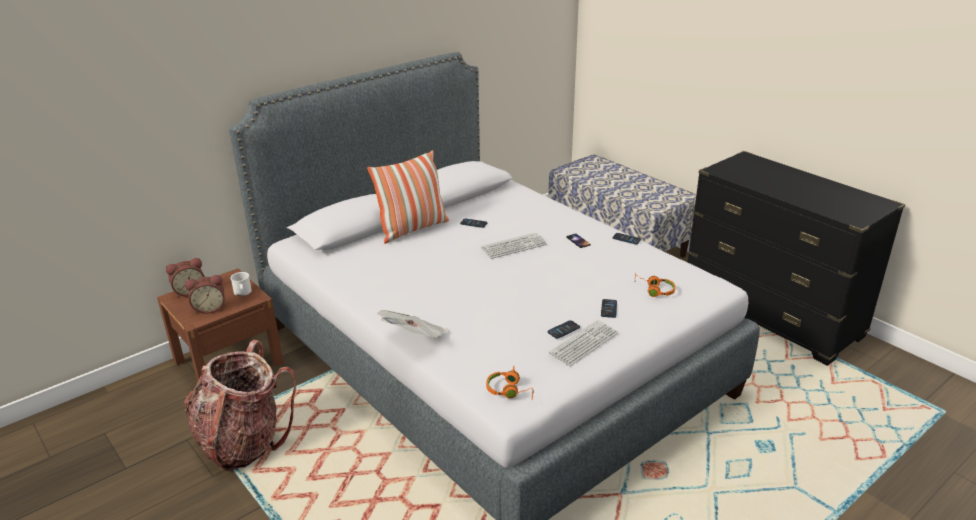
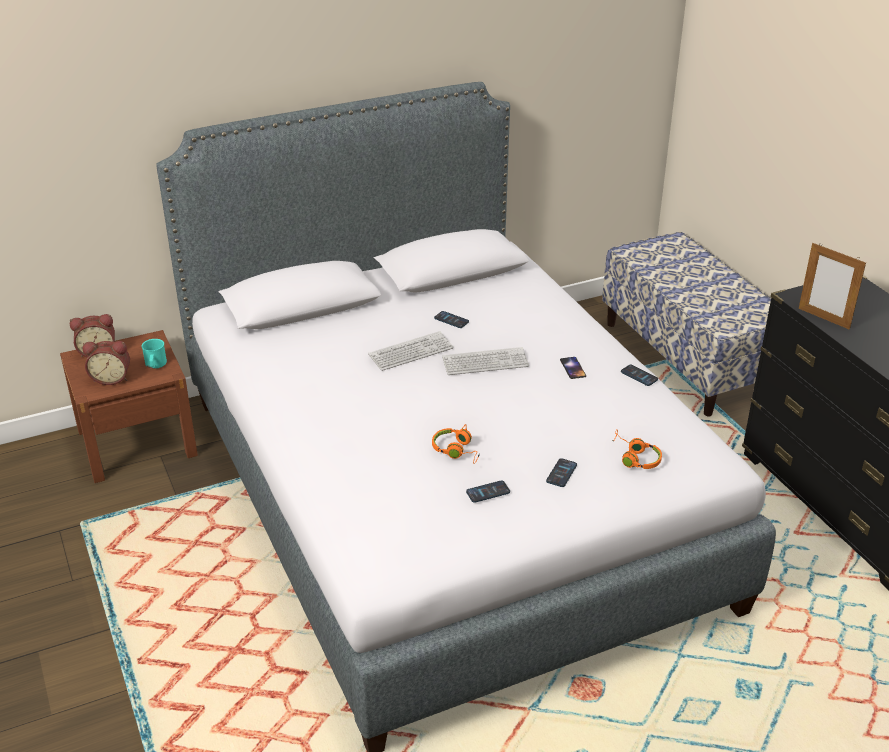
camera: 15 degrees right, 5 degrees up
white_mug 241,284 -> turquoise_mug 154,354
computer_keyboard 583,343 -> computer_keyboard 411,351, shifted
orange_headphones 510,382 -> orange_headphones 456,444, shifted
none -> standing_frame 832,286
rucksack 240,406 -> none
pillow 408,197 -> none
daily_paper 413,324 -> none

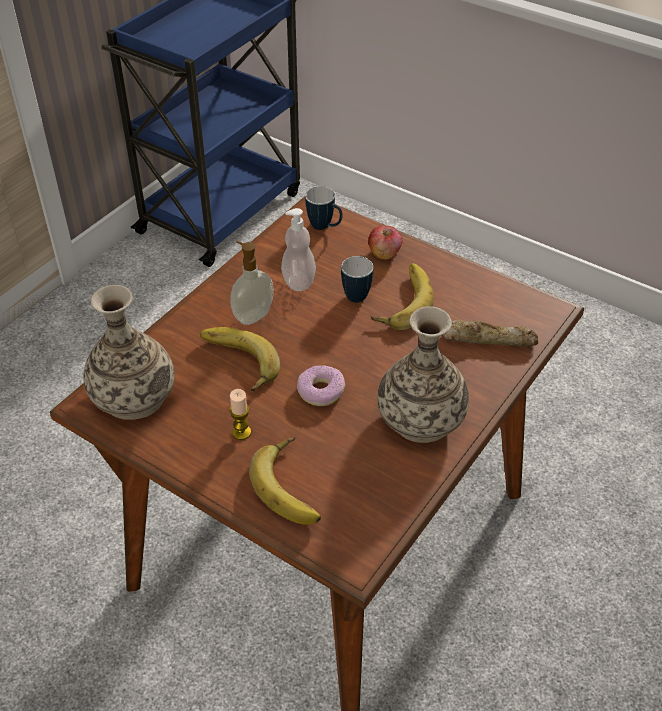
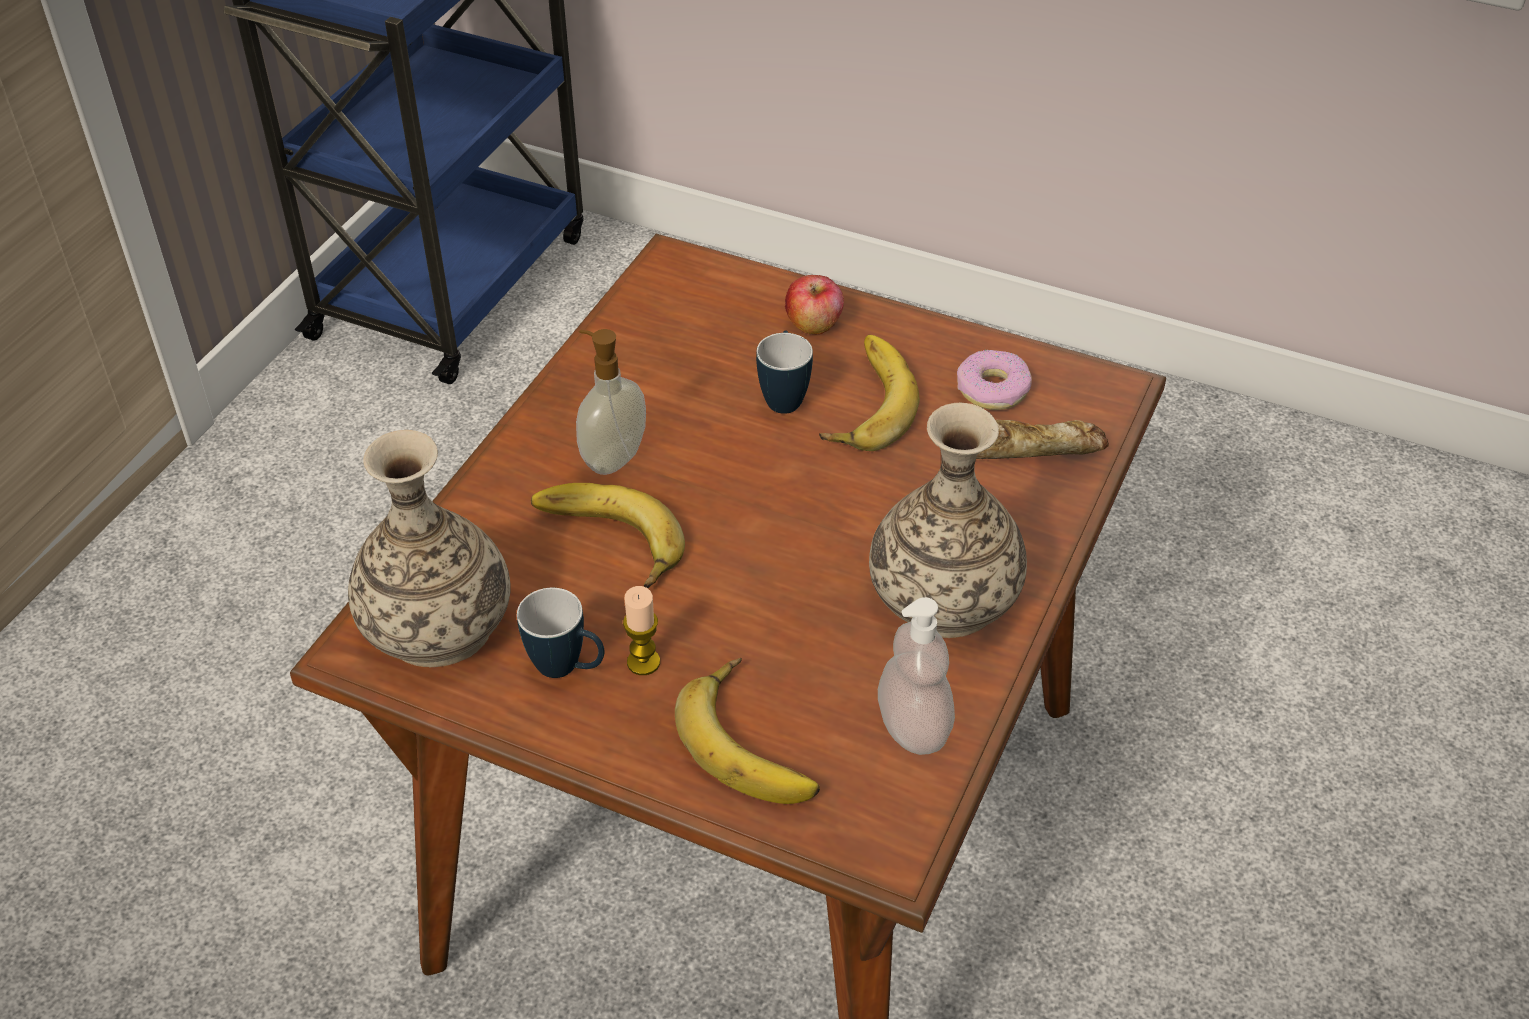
camera: 10 degrees left, 0 degrees up
mug 324,208 -> mug 560,633, shifted
soap_bottle 298,249 -> soap_bottle 916,676, shifted
doughnut 321,385 -> doughnut 994,380, shifted

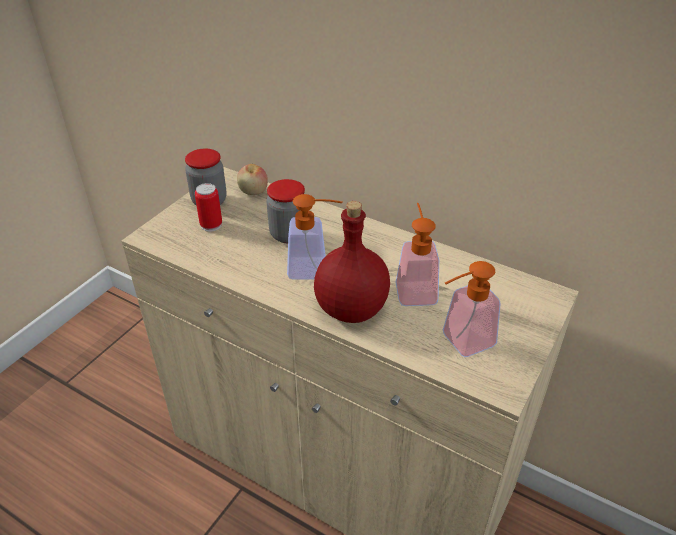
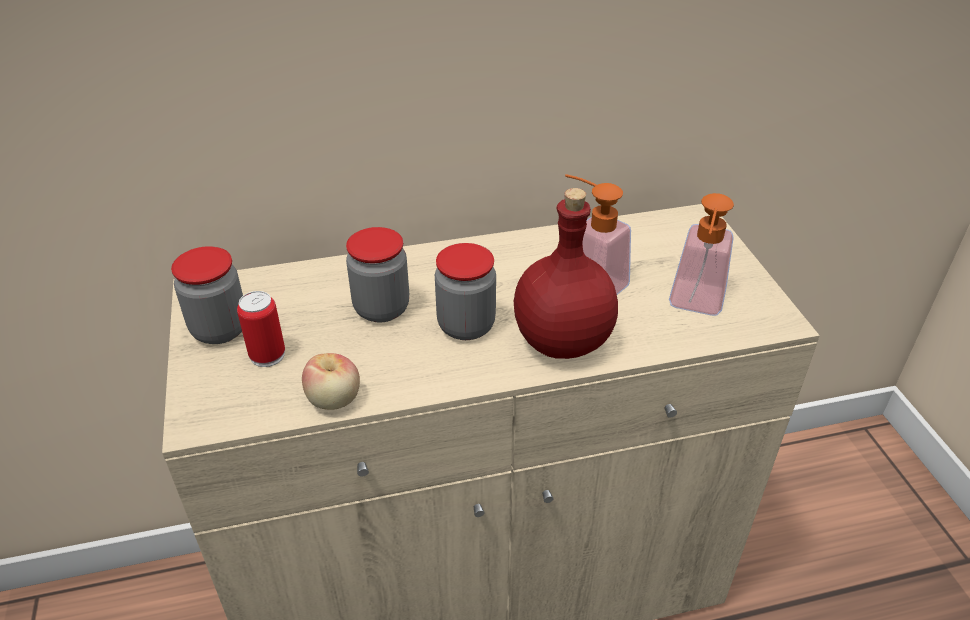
camera: 45 degrees left, 0 degrees up
whole_apple 252,179 -> whole_apple 331,381, shifted
soap_bottle 315,236 -> storage_jar 465,291

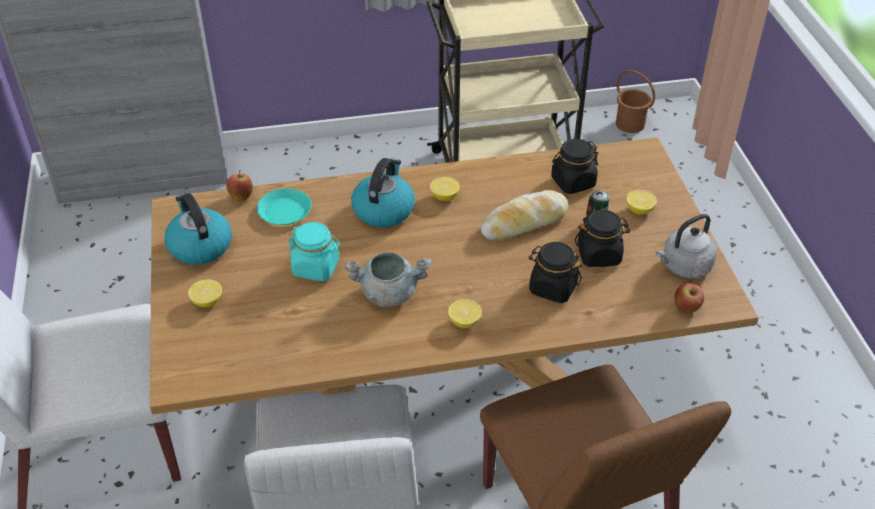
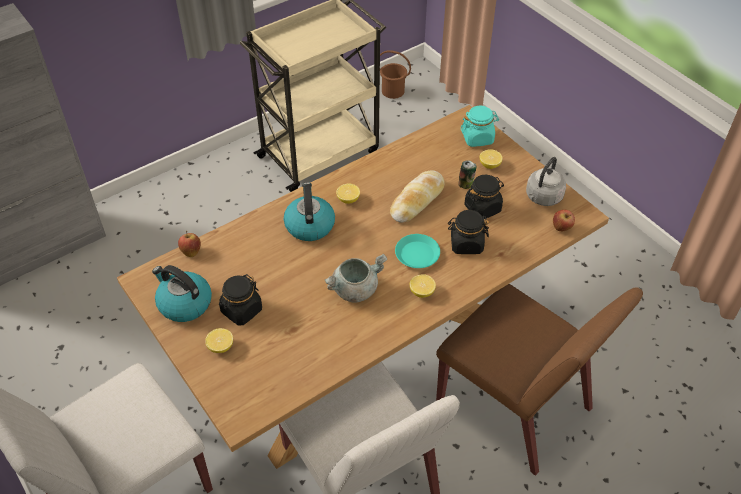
camera: 25 degrees left, 5 degrees up
black_storage_jar 574,166 -> black_storage_jar 240,299, shifted
turquoise_flat_dish 284,206 -> turquoise_flat_dish 417,251, shifted
turquoise_storage_jar 314,251 -> turquoise_storage_jar 480,126, shifted

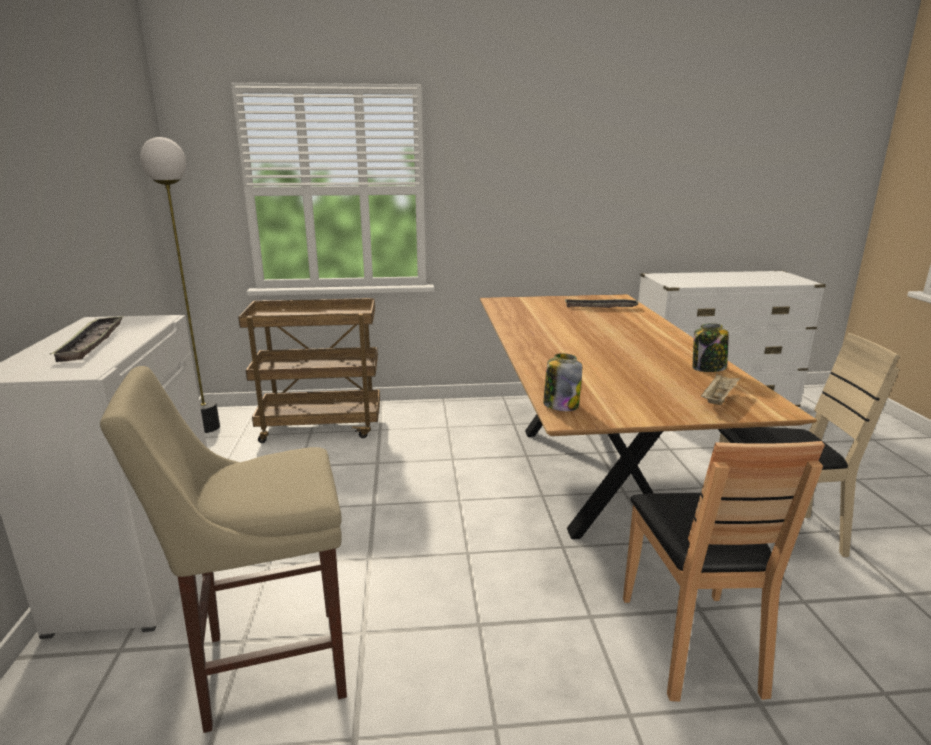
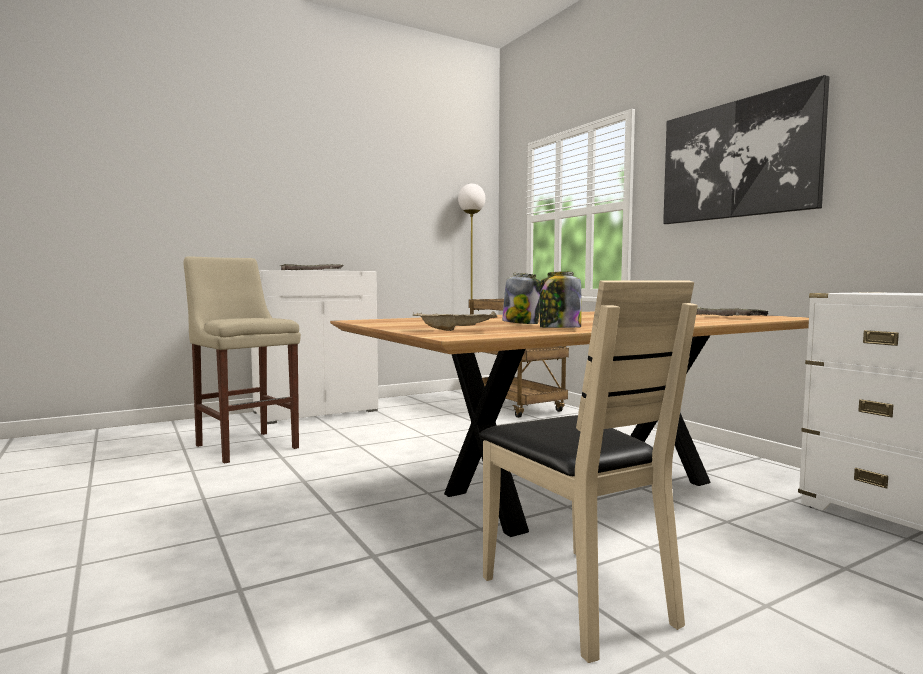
camera: 65 degrees right, 15 degrees down
storage_jar 562,382 -> storage_jar 521,298, shifted
none -> wall_picture 746,149
brown_chair 724,571 -> none

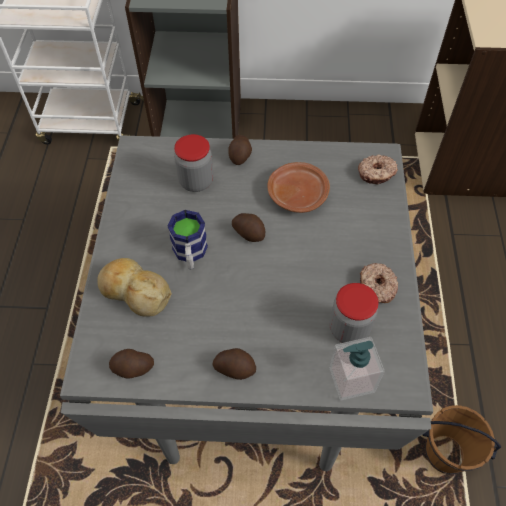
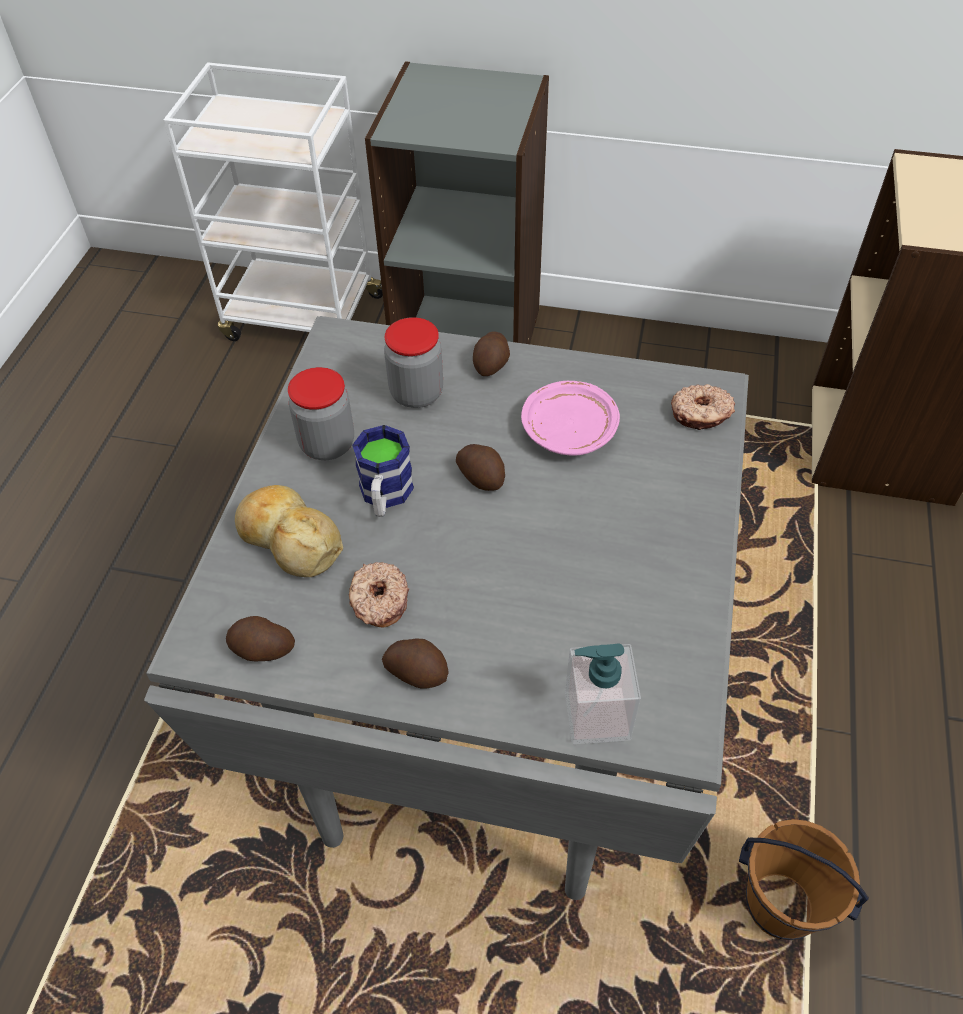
camera: 10 degrees right, 5 degrees down
storage_jar 354,313 -> storage_jar 321,413, shifted
doughnut 379,283 -> doughnut 379,594, shifted
brown_flat_dish 299,187 -> pinkish_flat_dish 570,418

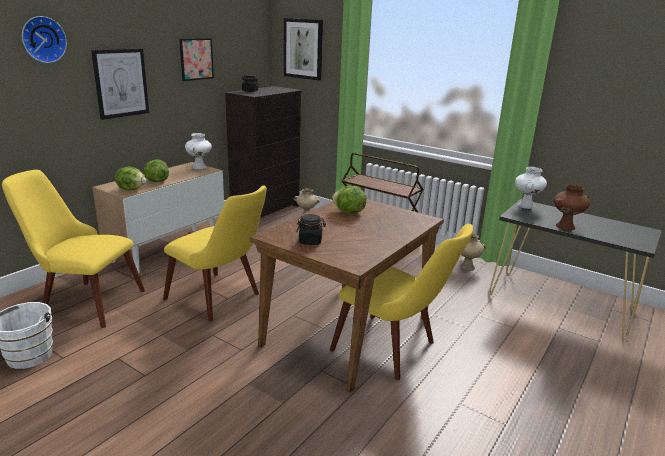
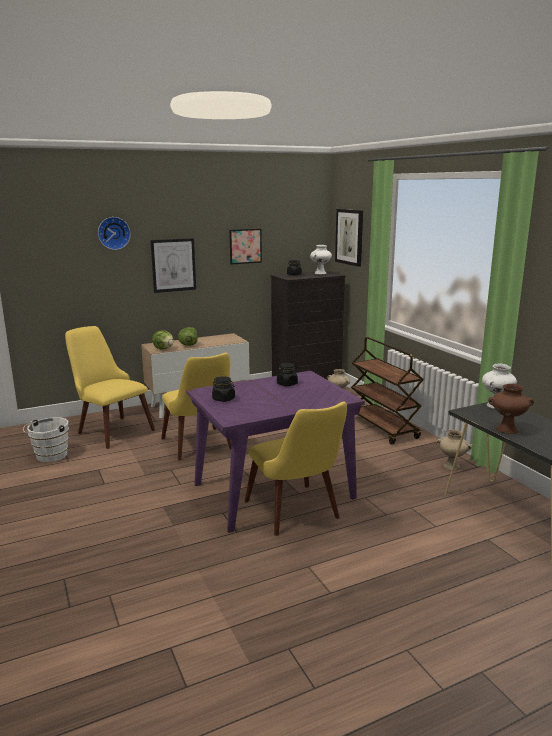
camera: 30 degrees right, 5 degrees down
brown_dining_table 347,295 -> purple_dining_table 275,452
lettuce_head 349,200 -> black_storage_jar 287,374
white_decorative_vase 198,151 -> white_decorative_vase 321,259, shifted

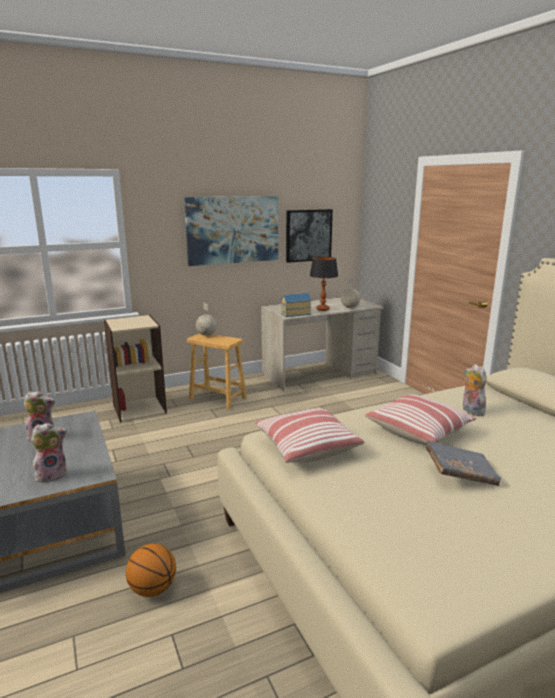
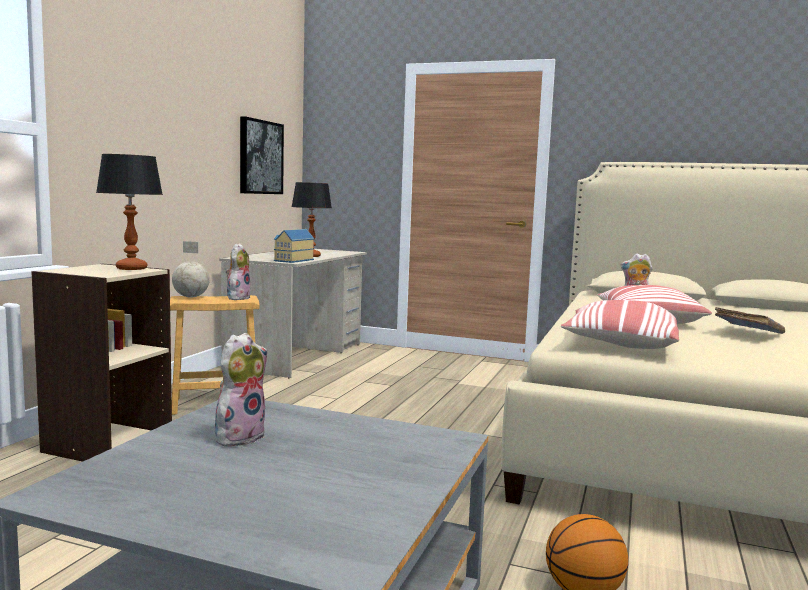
camera: 45 degrees left, 10 degrees down
none -> lamp_for_a_table 129,212
soft_toy 49,452 -> soft_toy 237,271, shifted
wall_picture 231,231 -> none
world_globe 351,292 -> none

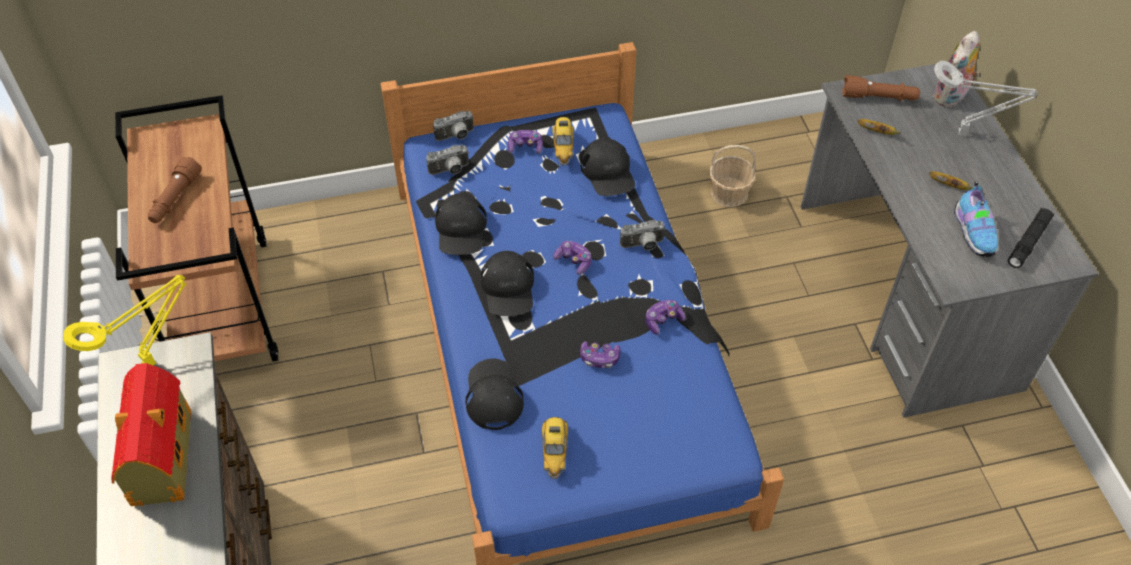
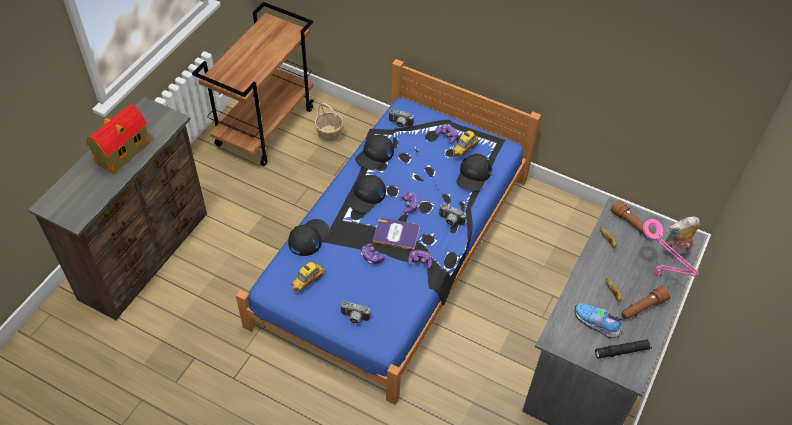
camera: 40 degrees right, 0 degrees up
household_basket 732,176 -> household_basket 329,123, shifted
photo_camera 453,125 -> photo_camera 355,312, shifted
none -> volume 396,234
item_of_footwear 976,219 -> item_of_footwear 598,320, 90 degrees clockwise
brown_hand_torch 175,190 -> brown_hand_torch 645,302, shifted
grey_lamp_for_a_table 986,98 -> pinkish_lamp_for_a_table 671,247
yellow_lamp_for_a_table 124,320 -> none

